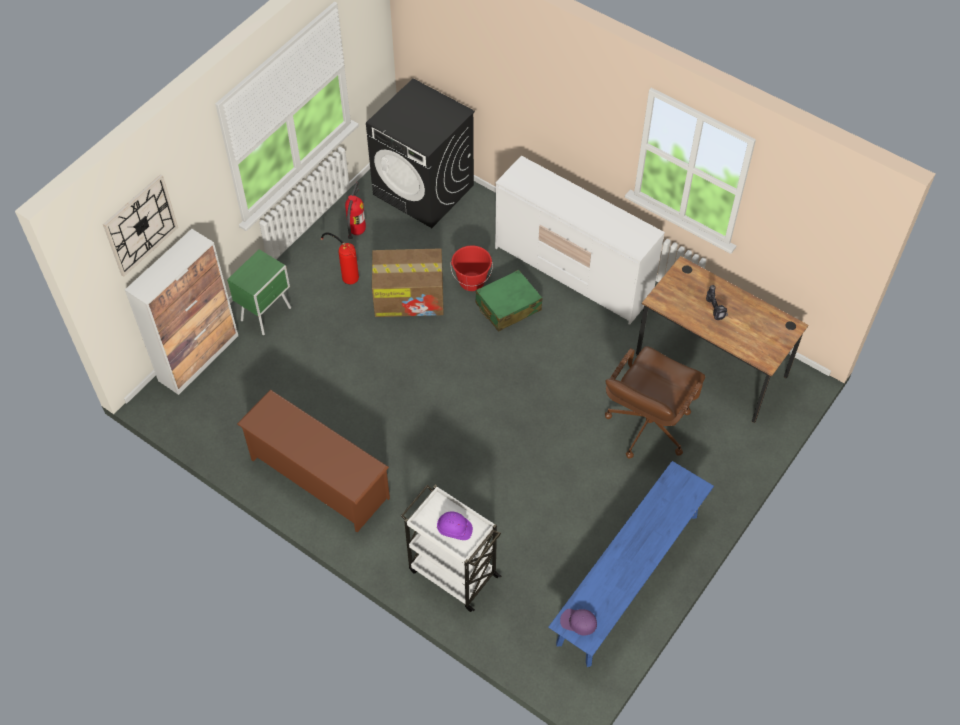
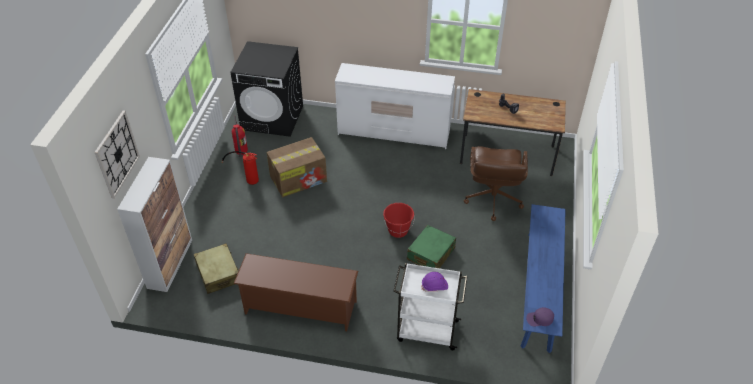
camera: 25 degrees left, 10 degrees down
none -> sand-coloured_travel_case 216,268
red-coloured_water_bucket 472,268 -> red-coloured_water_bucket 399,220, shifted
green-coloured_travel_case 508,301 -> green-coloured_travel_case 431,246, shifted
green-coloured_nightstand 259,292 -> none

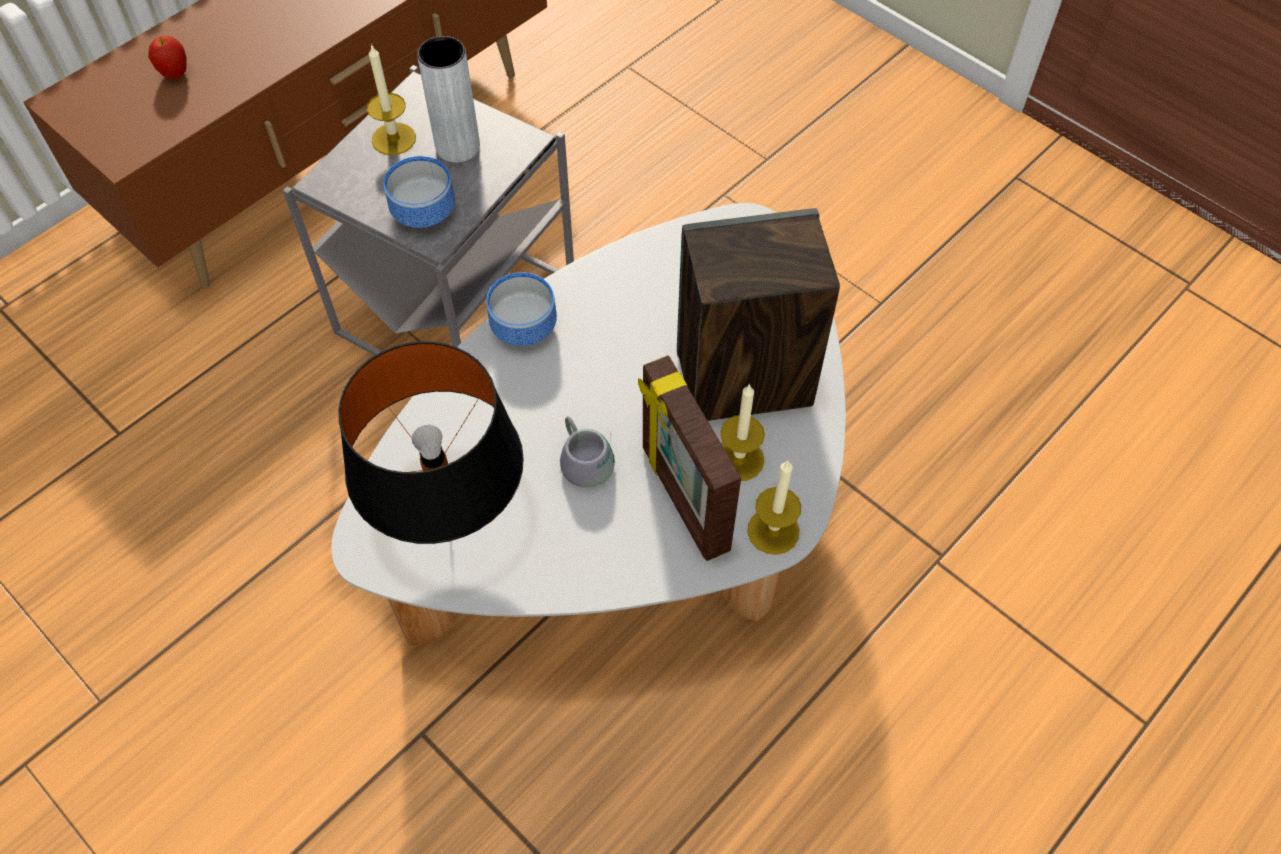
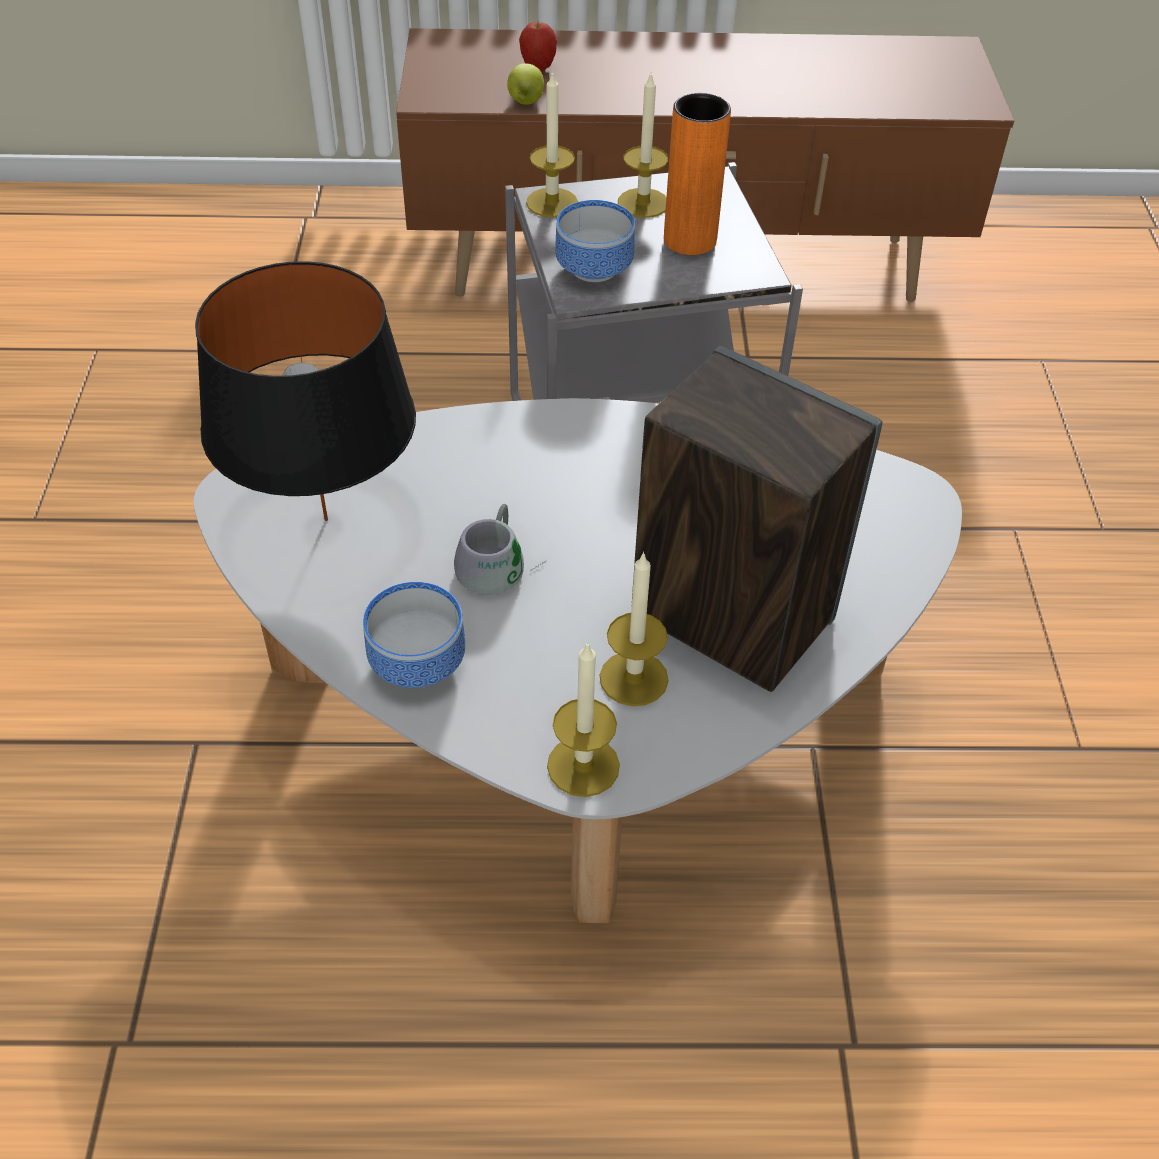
camera: 45 degrees right, 10 degrees down
serving_bowl 521,309 -> serving_bowl 414,635, shifted
none -> whole_apple 525,84
none -> candle 552,144
grey_decorative_vase 448,99 -> orange_decorative_vase 697,174
standing_frame 689,458 -> none

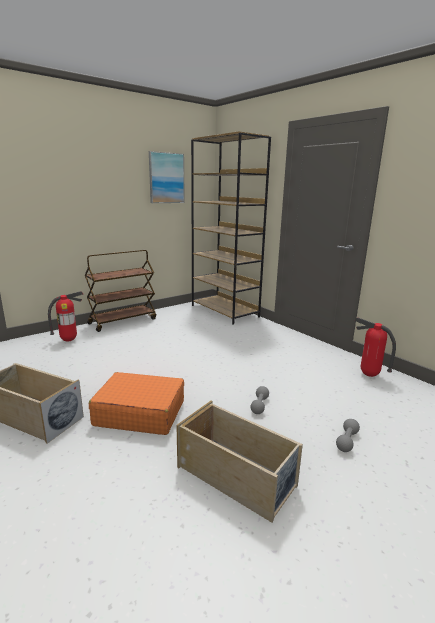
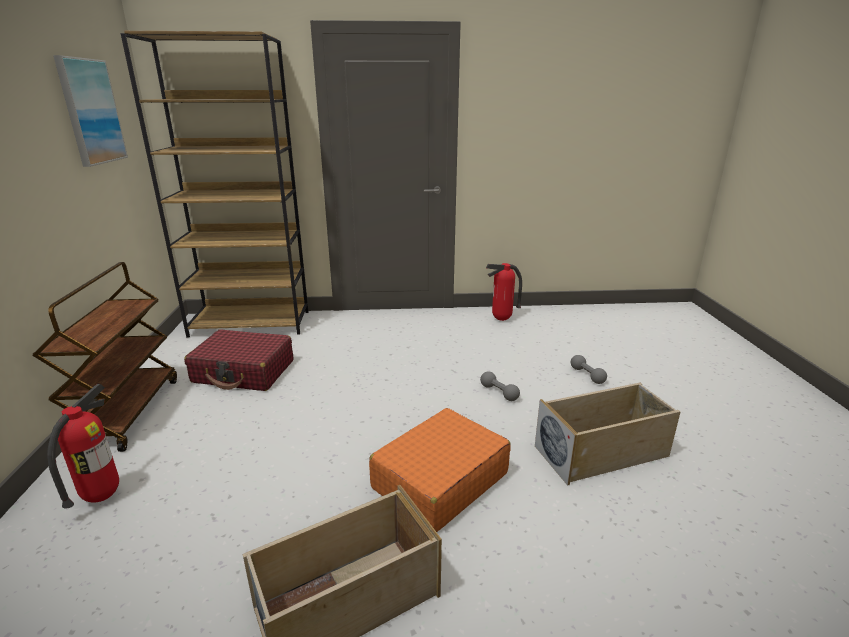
camera: 55 degrees left, 5 degrees up
none -> red-coloured_travel_case 238,360

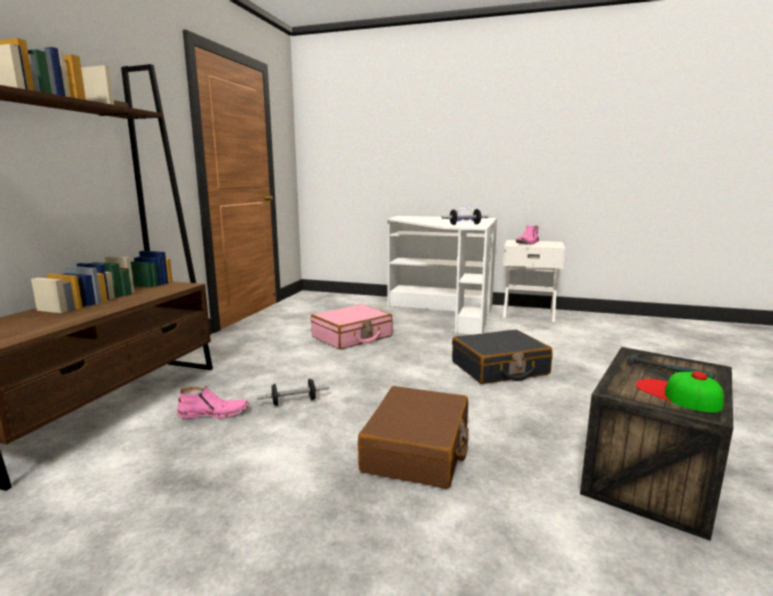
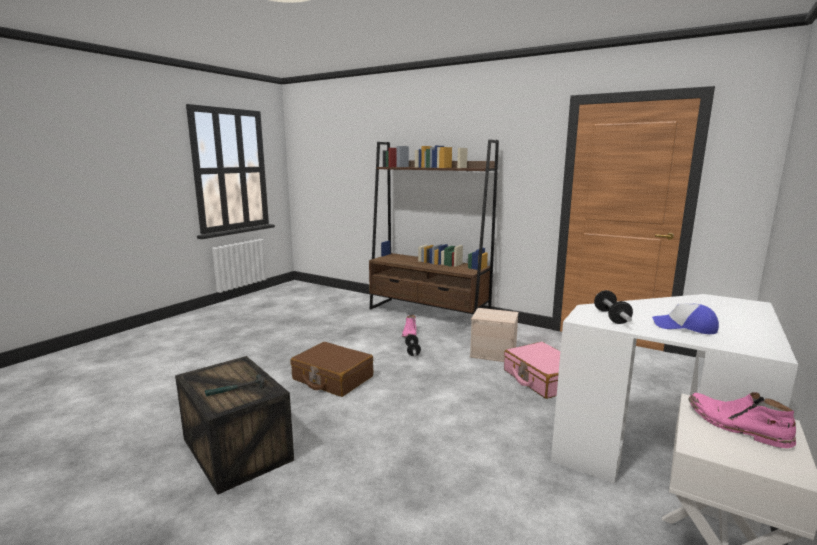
camera: 105 degrees right, 0 degrees up
none -> sand-coloured_storage_box 494,335
black_travel_case 502,356 -> none
baseball_cap 680,391 -> none

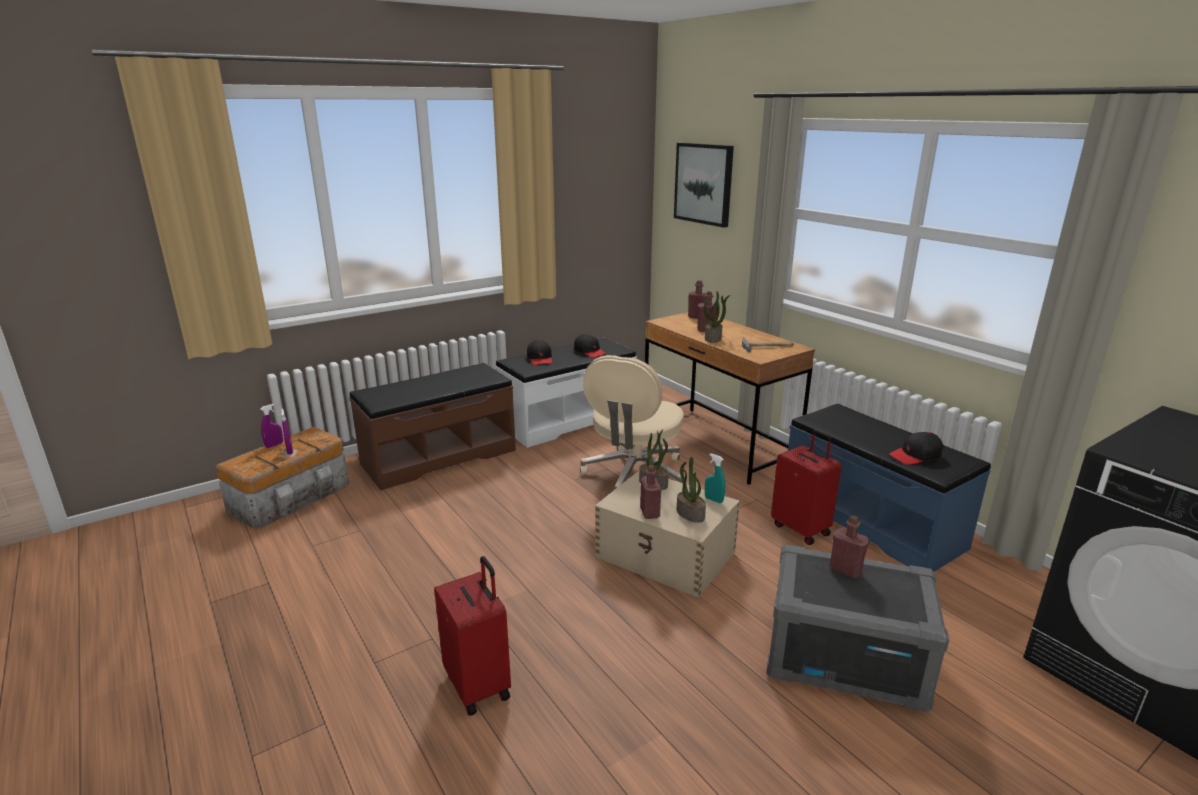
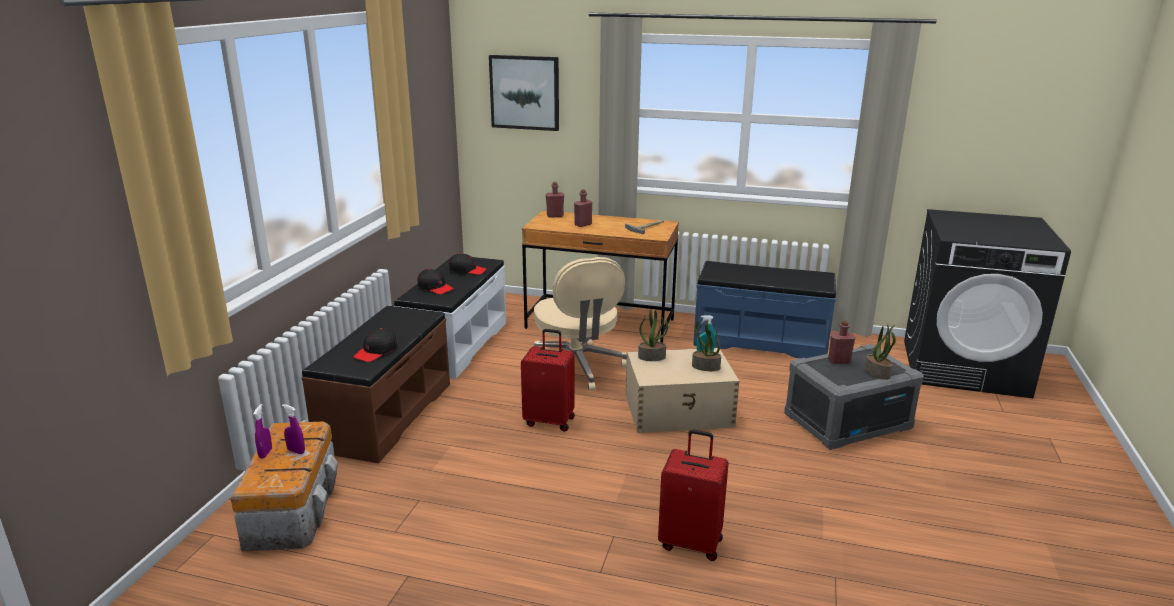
camera: 40 degrees left, 0 degrees up
black_baseball_cap 916,448 -> black_baseball_cap 375,345, shifted
red-coloured_travel_case 806,487 -> red-coloured_travel_case 548,380, shifted
houseplant 717,317 -> houseplant 880,352, shifted
red-coloured_beverage_bottle 650,492 -> none

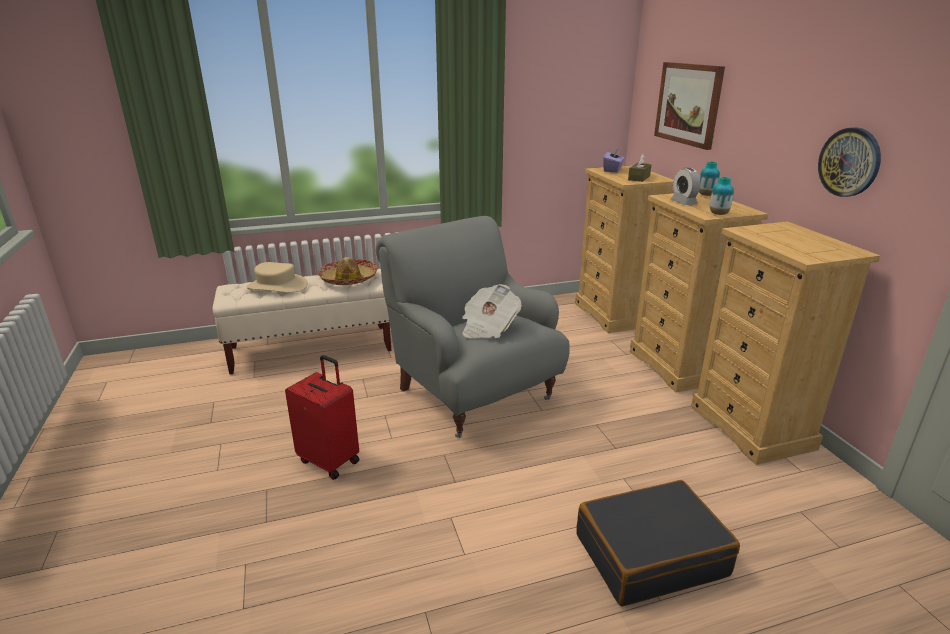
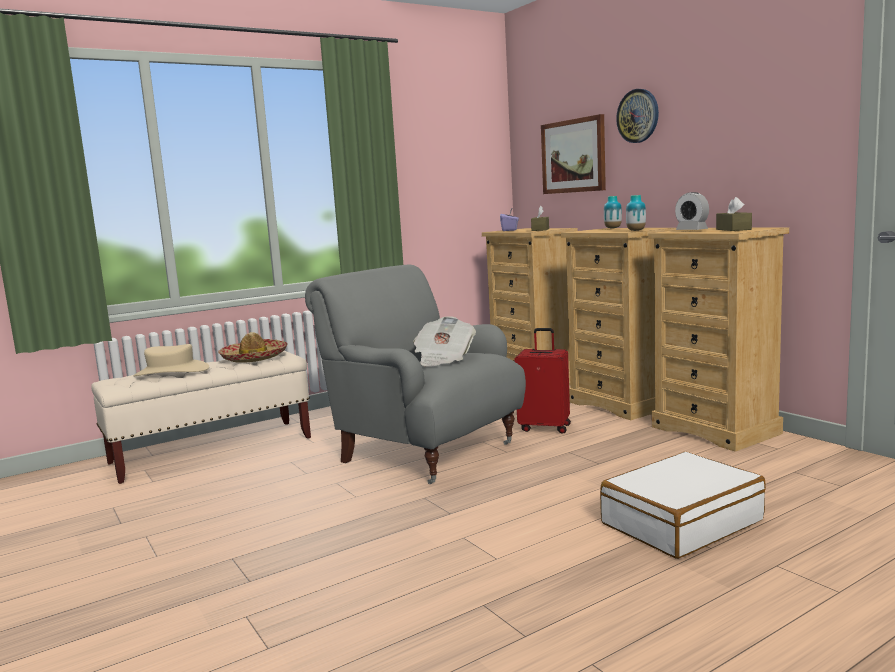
camera: 15 degrees left, 15 degrees down
red-coloured_travel_case 322,417 -> red-coloured_travel_case 542,381, shifted
black_travel_case 658,543 -> white_travel_case 683,505
wall_clock 849,162 -> wall_clock 637,116, shifted
bedside_clock 685,186 -> bedside_clock 692,211, shifted
none -> brown_box_of_tissues 734,214

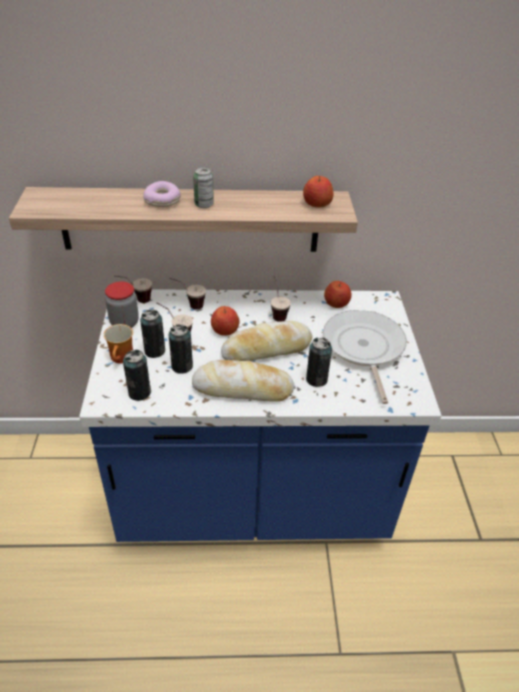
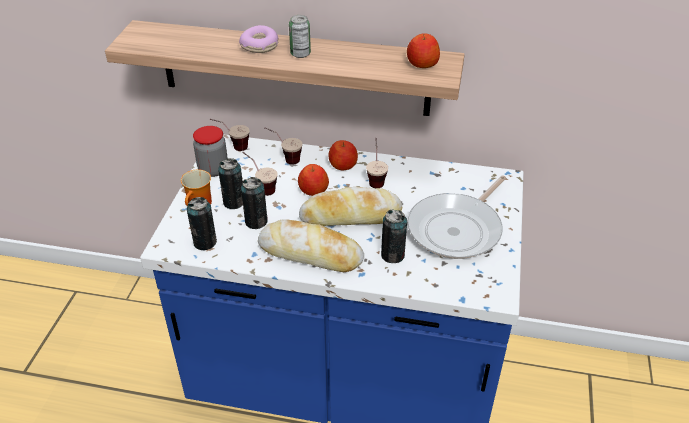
camera: 15 degrees right, 0 degrees up
whole_apple 338,294 -> whole_apple 343,155, shifted
pan 365,357 -> pan 456,217, 150 degrees counterclockwise

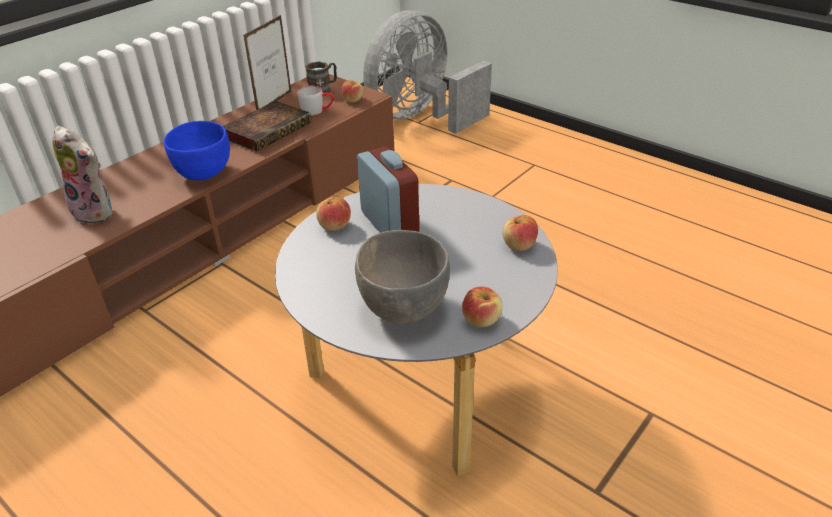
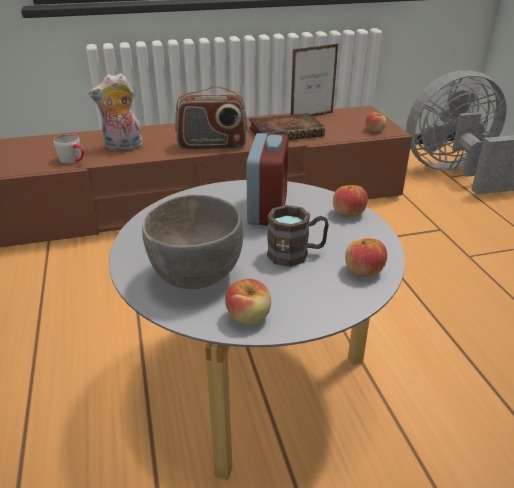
camera: 35 degrees right, 5 degrees down
grey_mug 316,101 -> grey_mug 69,149, shifted
soft_toy 82,175 -> soft_toy 116,112, 105 degrees clockwise
bluish_serving_bowl 197,150 -> radio_set 211,118
brown_mug 321,77 -> brown_mug 298,236, shifted
whole_apple 333,214 -> whole_apple 350,201, shifted

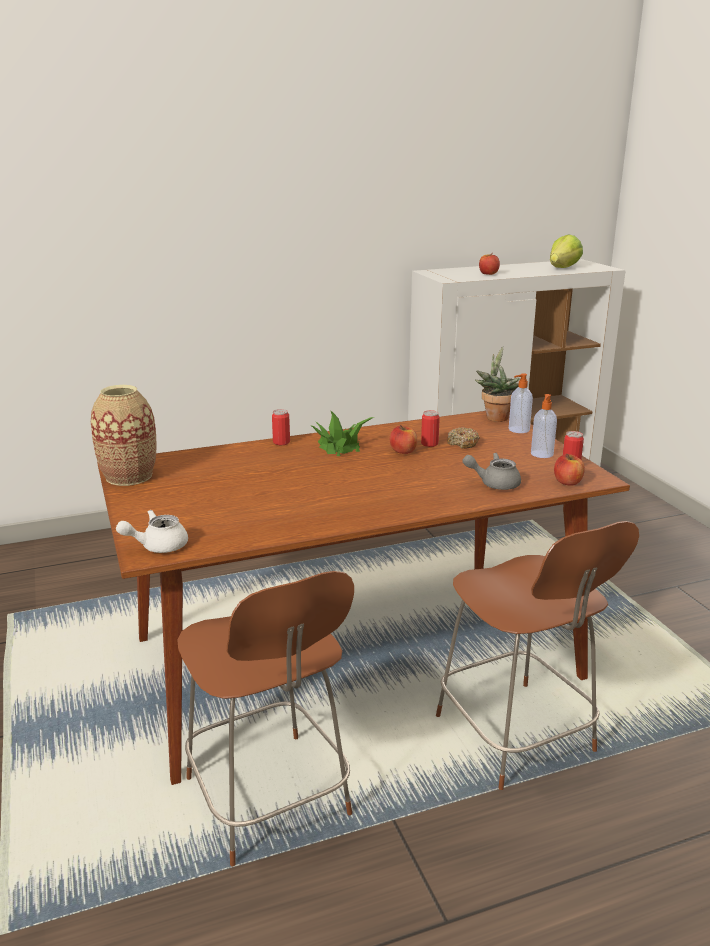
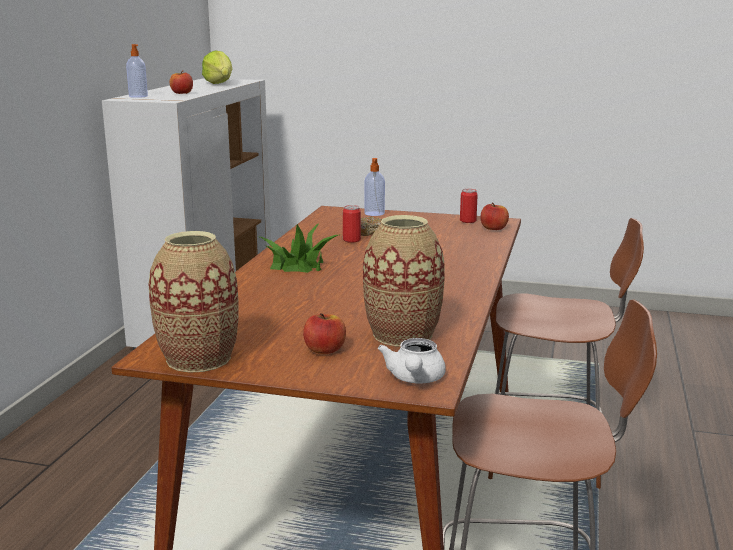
camera: 55 degrees left, 5 degrees down
soap_bottle 544,426 -> soap_bottle 137,71, shifted
whole_apple 403,439 -> whole_apple 324,333, shifted
none -> decorative_vase 404,281
metal_can 281,427 -> none
grey_teapot 491,471 -> none
houseplant 497,384 -> none

